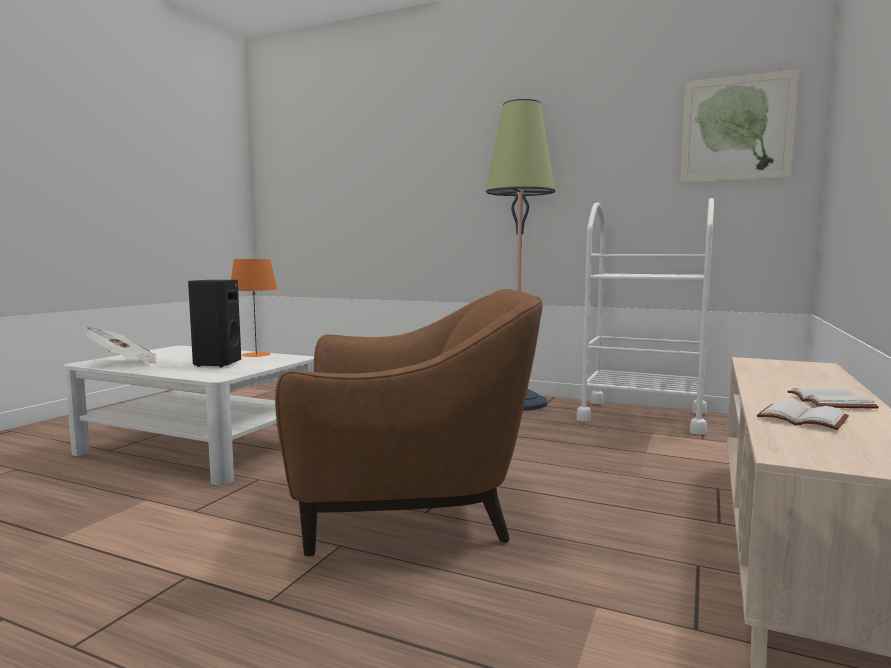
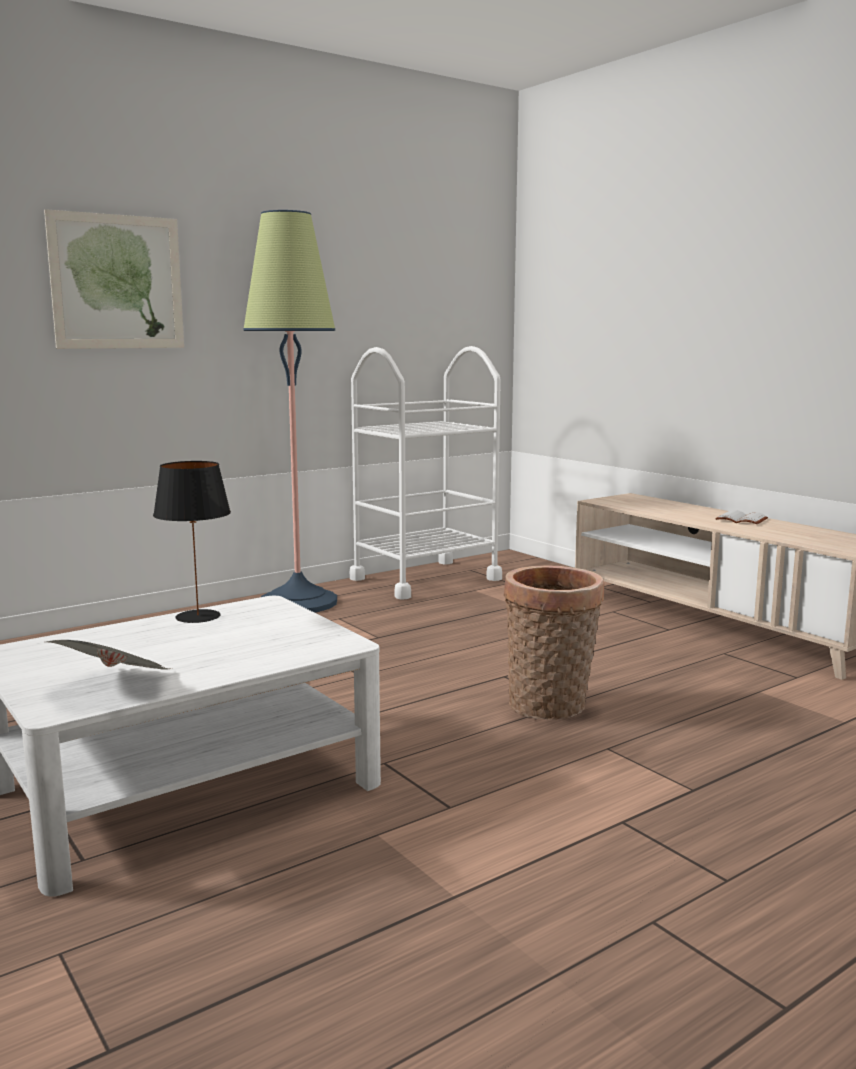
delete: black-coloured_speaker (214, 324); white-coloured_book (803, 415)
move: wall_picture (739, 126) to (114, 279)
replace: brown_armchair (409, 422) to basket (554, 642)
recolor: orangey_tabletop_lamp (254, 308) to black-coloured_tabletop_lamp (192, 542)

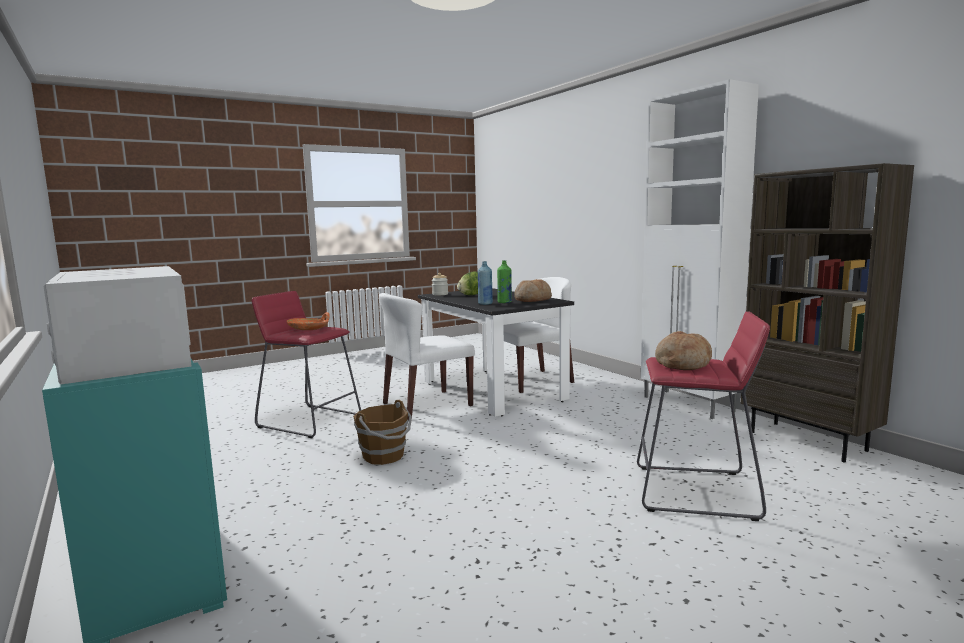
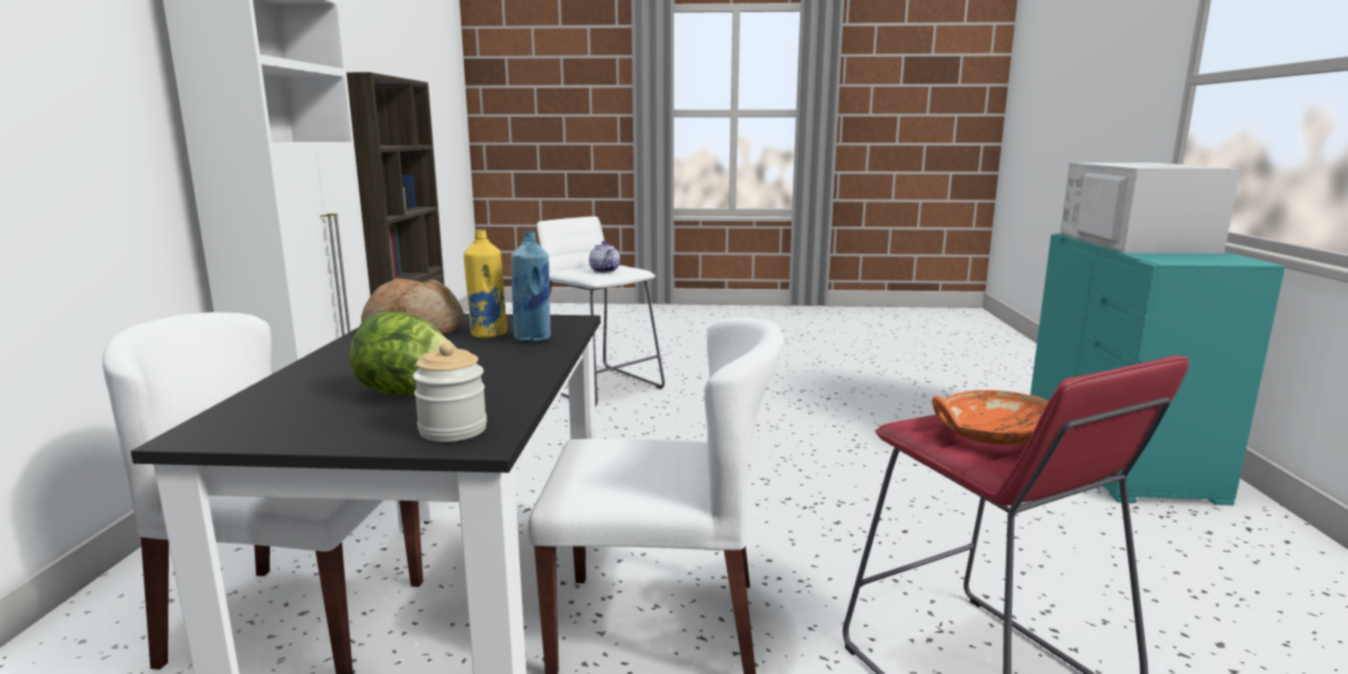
delete: brown_pail (382, 432)
replace: baked_bread (683, 350) to pot_for_tea (604, 257)
recolor: greenish_drink_bottle (504, 281) to yellow-coloured_drink_bottle (485, 284); red_stool_seat (703, 416) to white-coloured_stool_seat (601, 311)

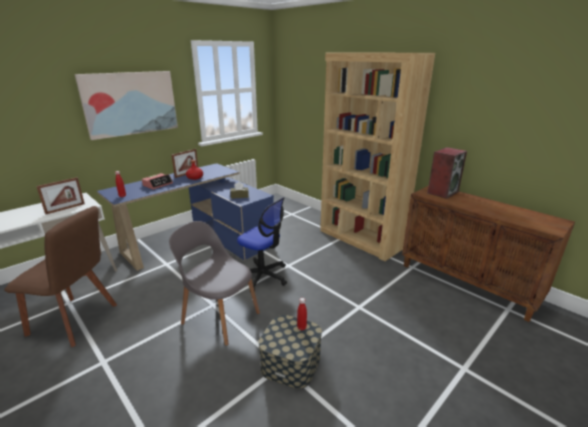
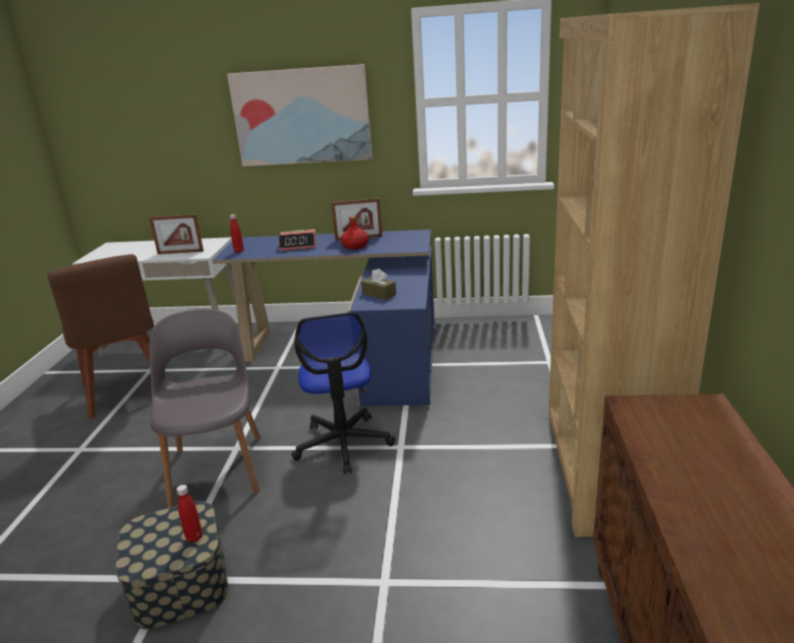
delete: speaker (447, 173)

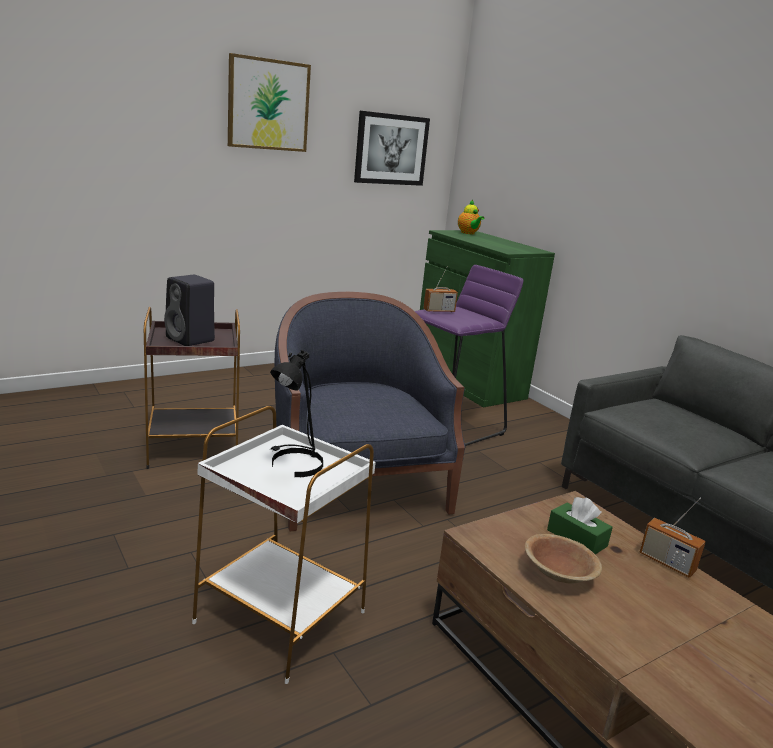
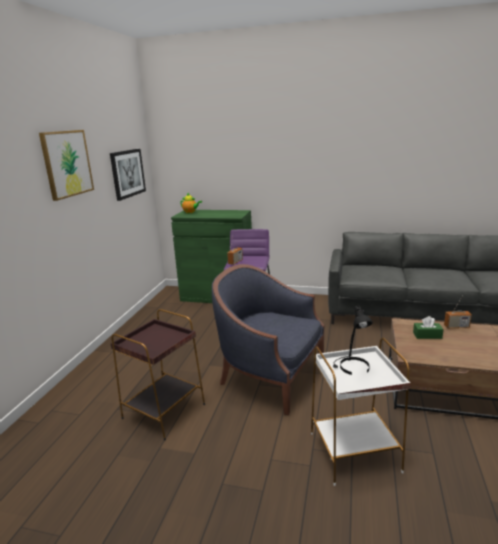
delete: black-coloured_speaker (189, 310); brown_deep_dish (563, 559)

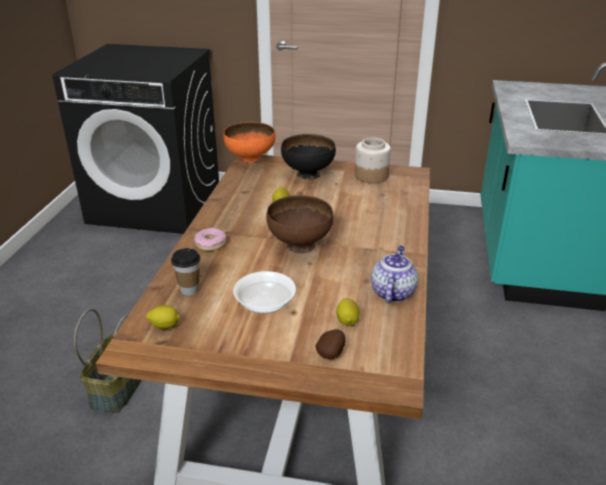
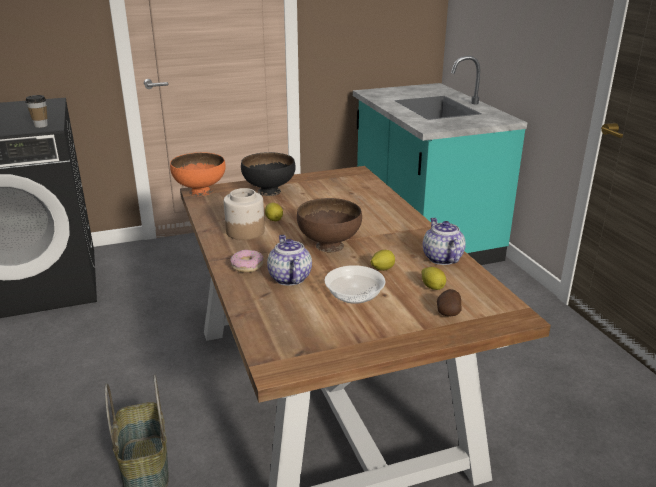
insert: pot_for_tea (289, 260)
move: storage_jar (373, 160) to (244, 214); small_cup (185, 272) to (36, 111); lemon (163, 317) to (382, 260)

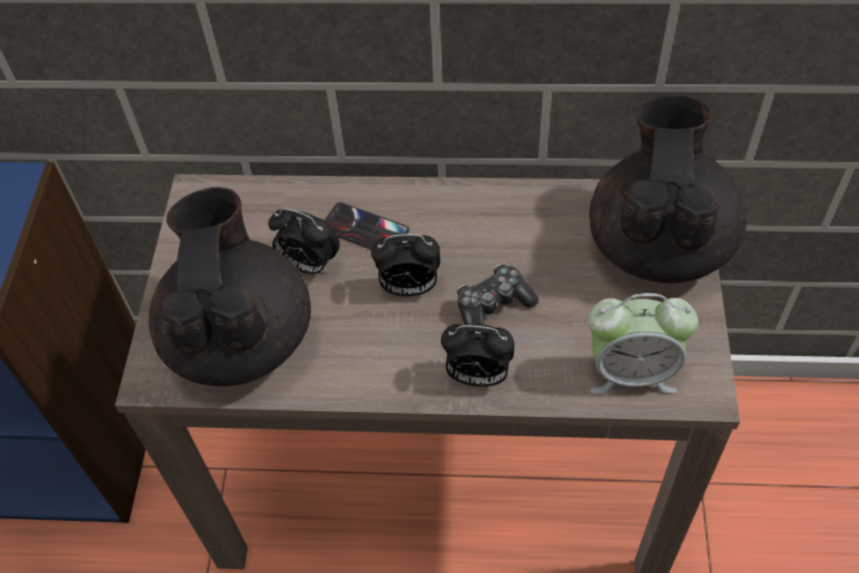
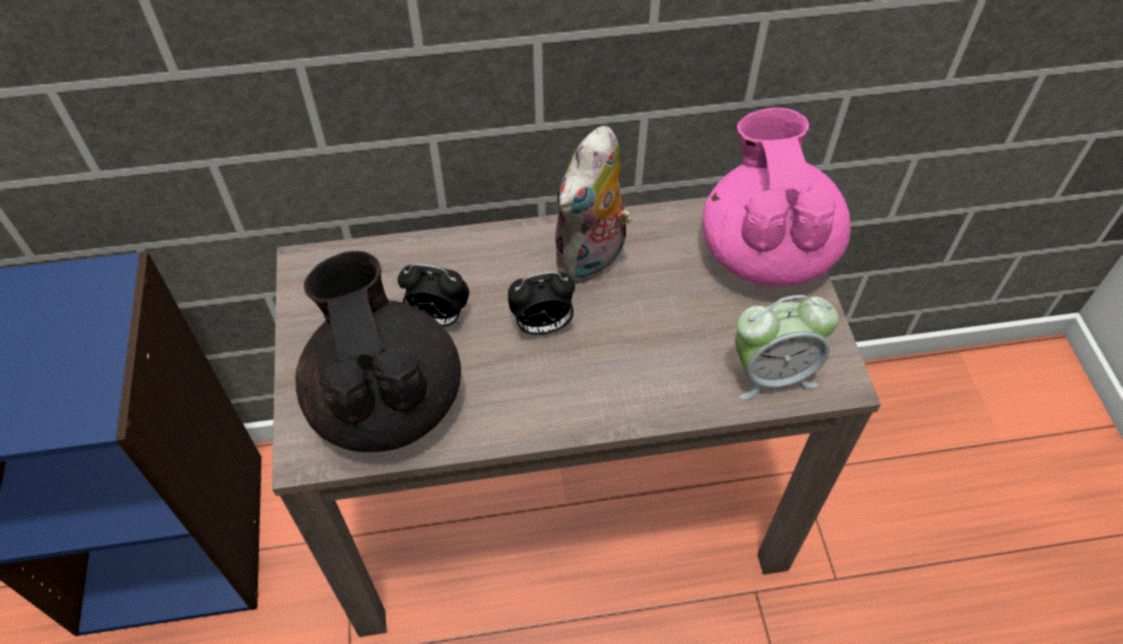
delete: handset (366, 226); joypad (497, 294); table_clock (478, 355)
insert: soft_toy (592, 205)
recolor: black-coloured_pot_for_tea (668, 189) to pink-coloured_pot_for_tea (777, 197)

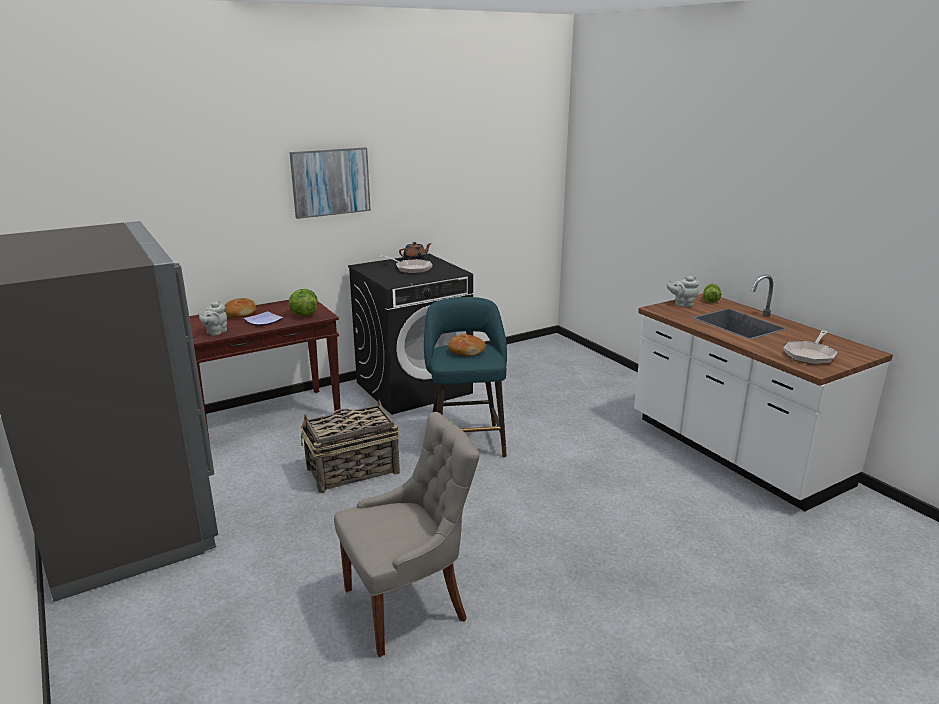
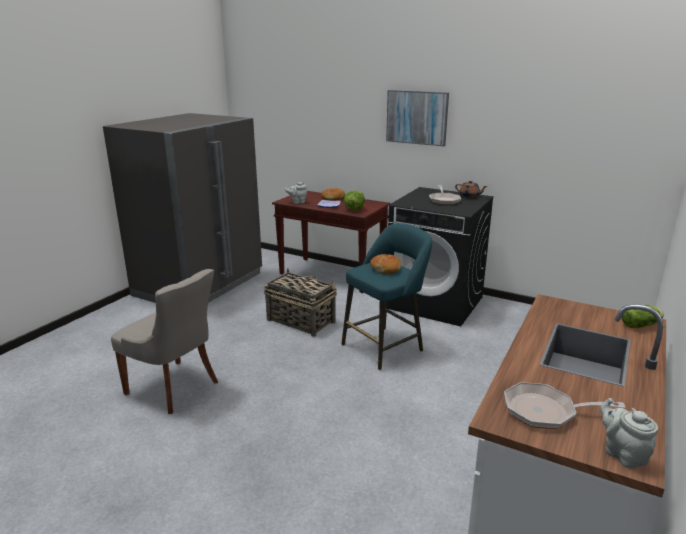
move: gray_pot_for_tea (683, 291) to (629, 433)

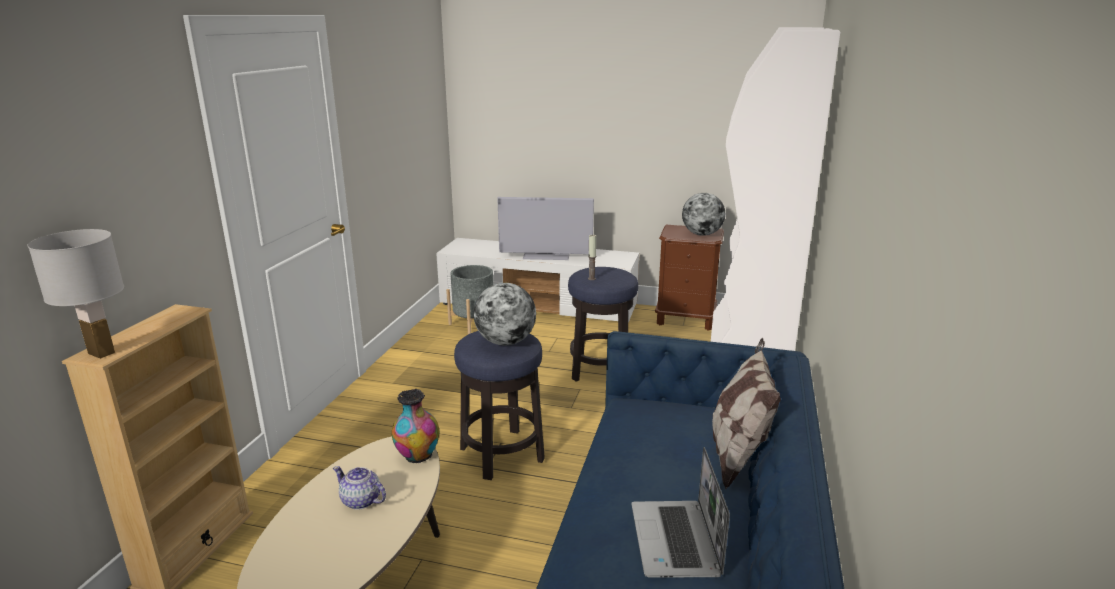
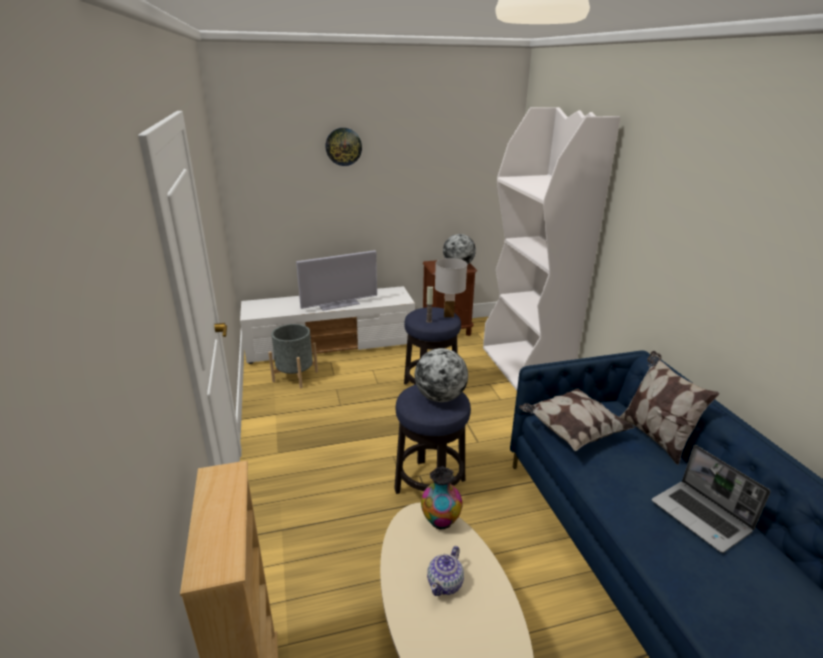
insert: wall_clock (344, 147); throw_pillow (577, 420)
move: white-coloured_tabletop_lamp (76, 294) to (451, 287)
rotate: pot_for_tea (359, 488) = (445, 571) 60 degrees counterclockwise

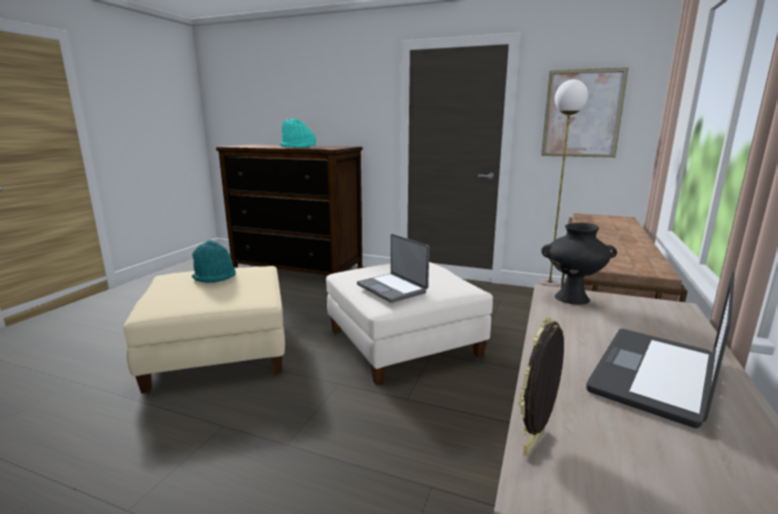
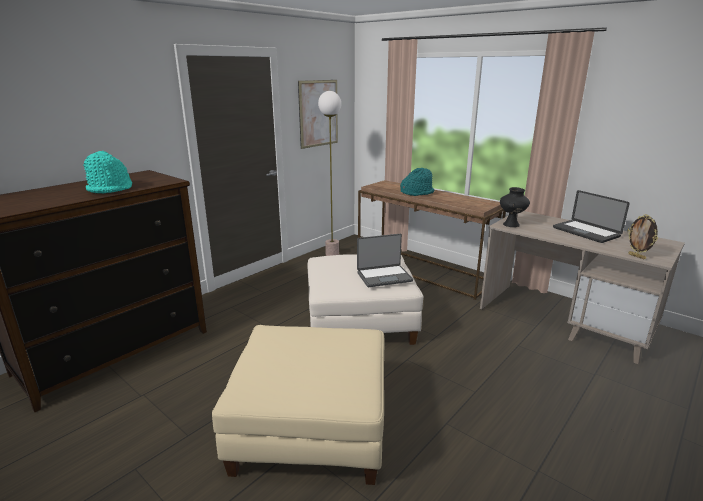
move: turquoise-coloured_hat (214, 261) to (417, 182)

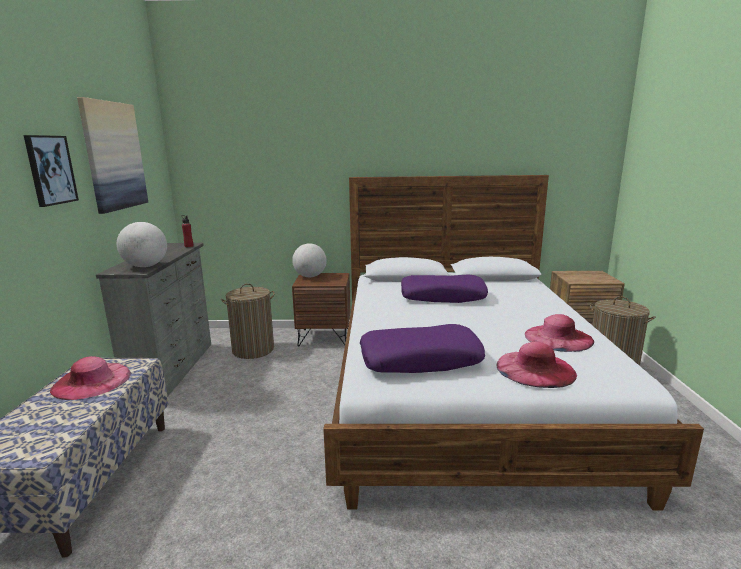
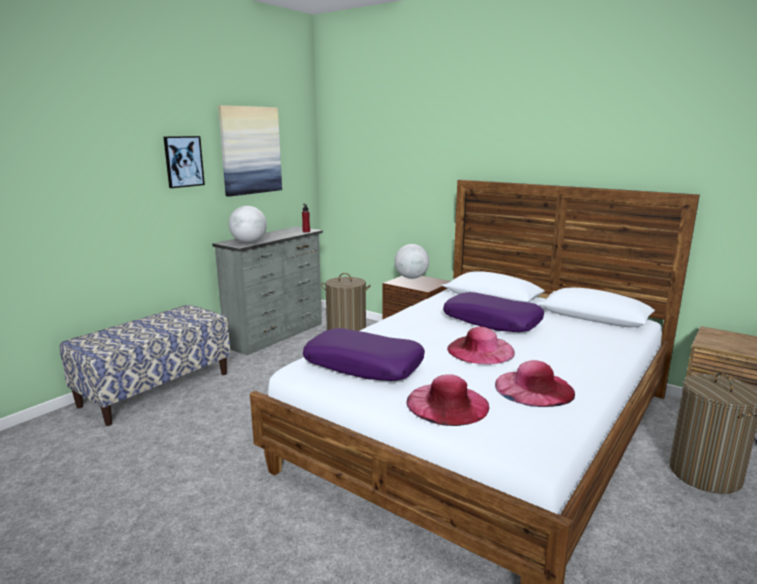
move: pink-coloured_hat (90, 378) to (481, 345)

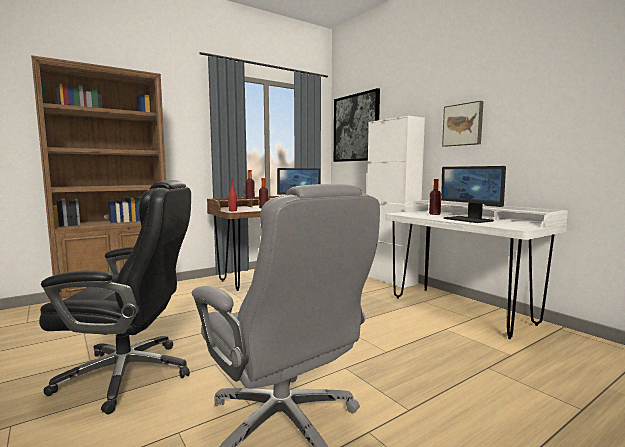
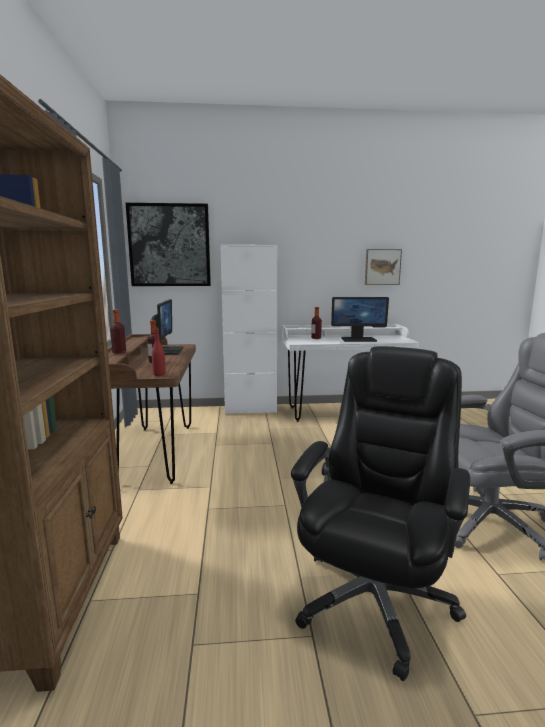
move: wall_picture (463, 124) to (383, 267)

